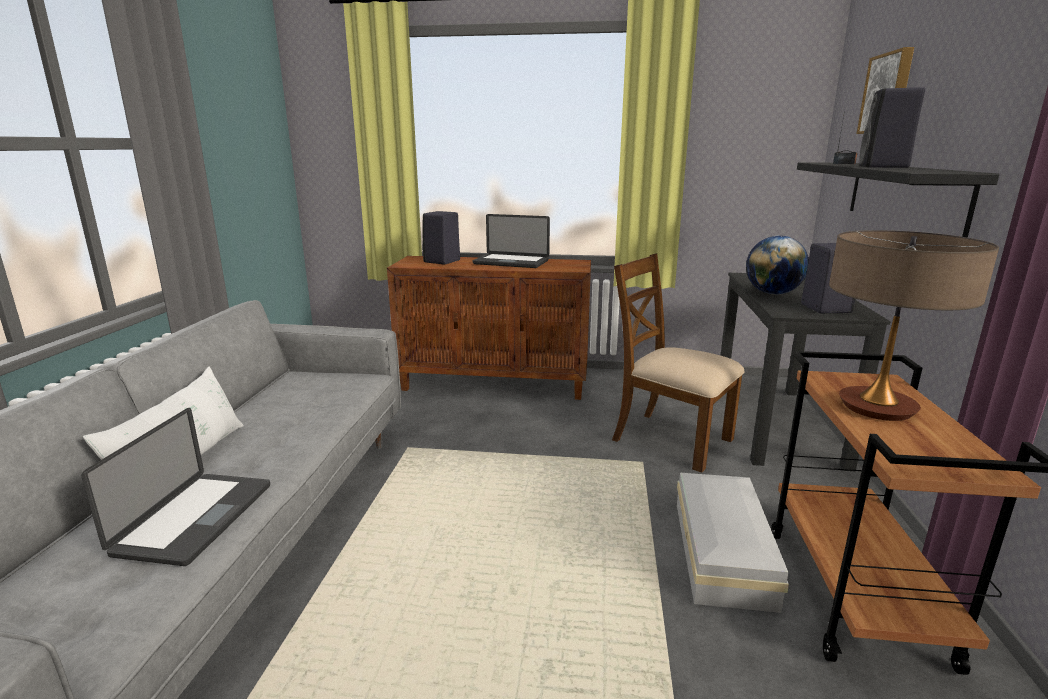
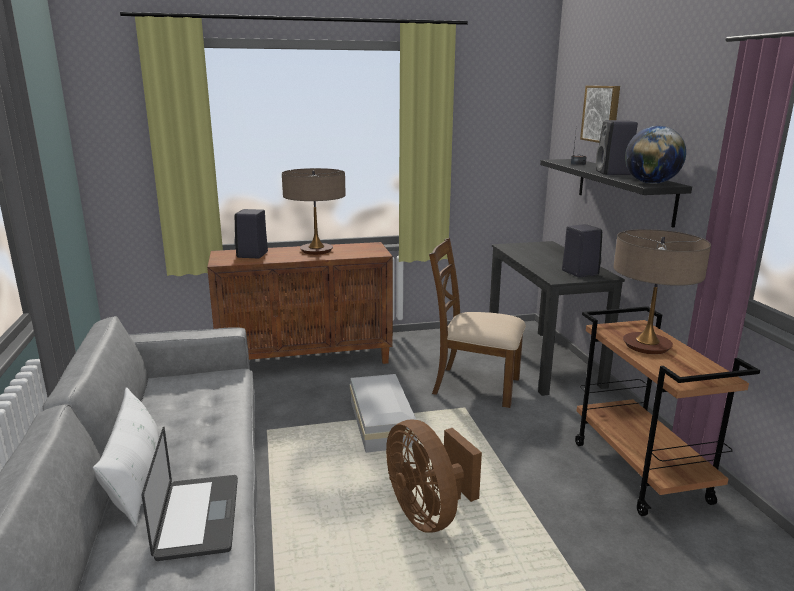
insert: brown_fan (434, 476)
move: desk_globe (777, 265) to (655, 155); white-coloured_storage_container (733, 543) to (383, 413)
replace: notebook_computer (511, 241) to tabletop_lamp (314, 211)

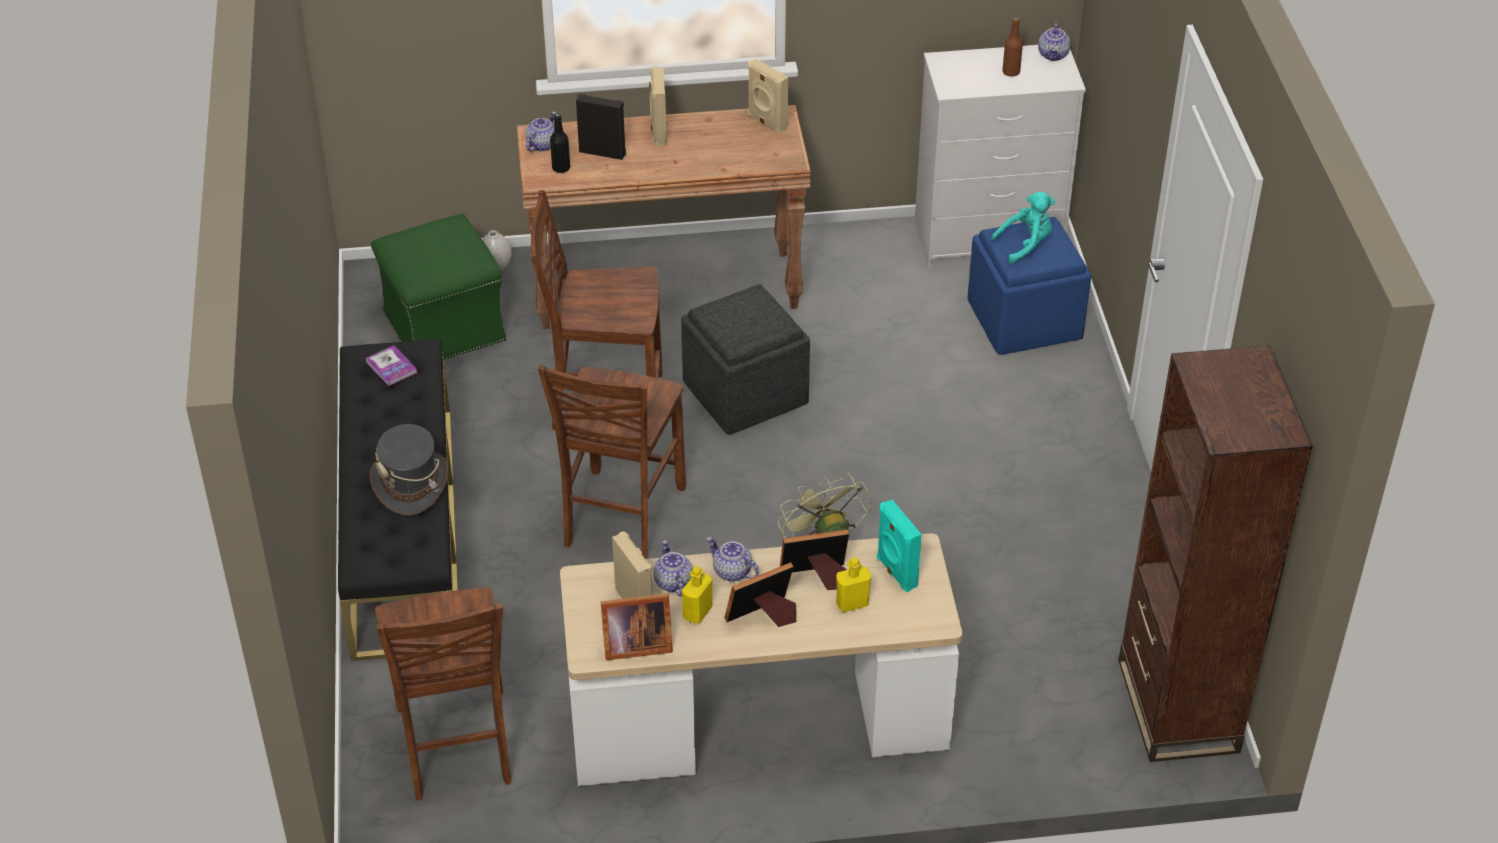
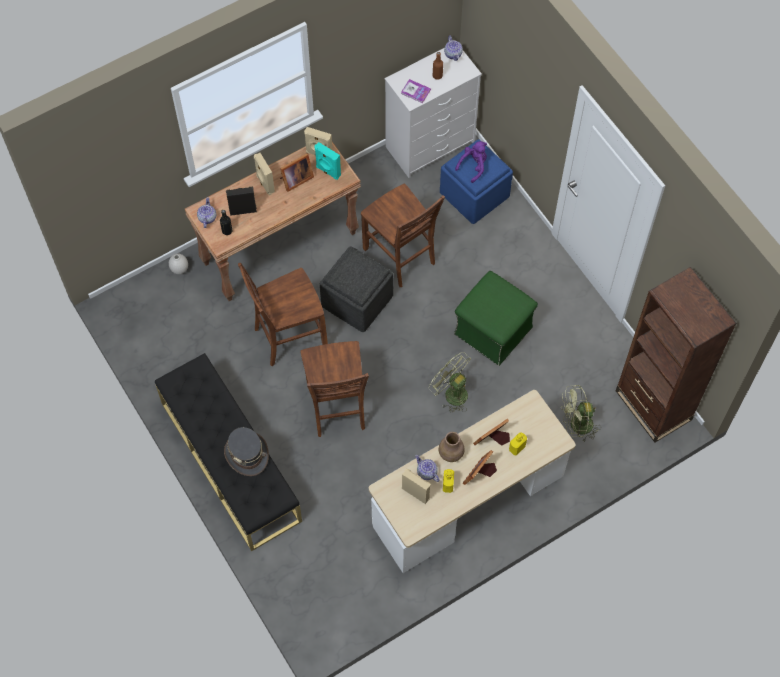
insert: greenish_fan (581, 413)
move: greenish_ottoman (438, 286) to (496, 318); book (391, 365) to (416, 91); turquoise-coloured_speaker (899, 546) to (327, 161); brown_upright_chair (443, 693) to (403, 235); photo_frame (637, 626) to (297, 173)
replace: pot_for_tea (732, 559) to brown_vase (452, 447)
recolor: turquoise-coloured_soft_toy (1023, 228) to purplish_soft_toy (471, 162)

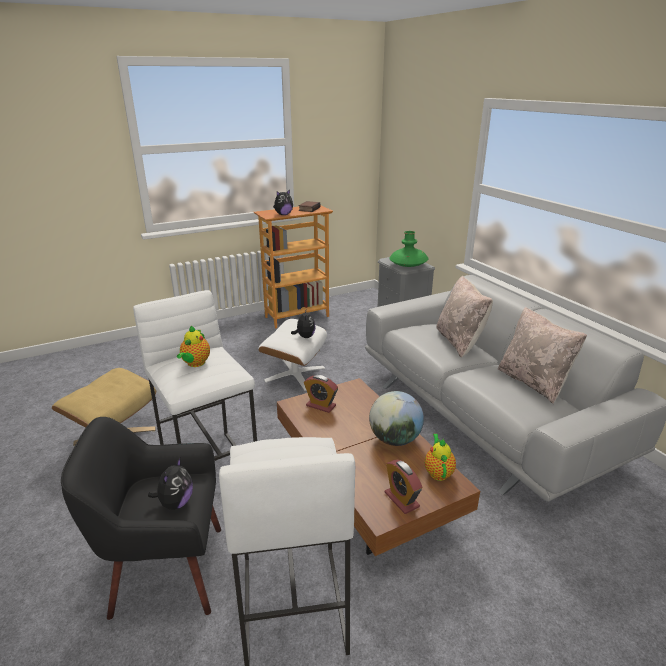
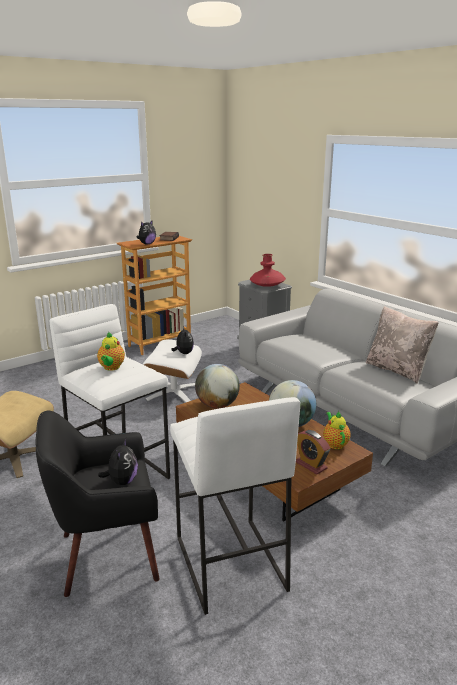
delete: beige_throw_pillow (465, 317)
replace: table_clock (321, 394) to desk_globe (217, 386)
recolor: greenish_vase (409, 249) to red_vase (268, 270)

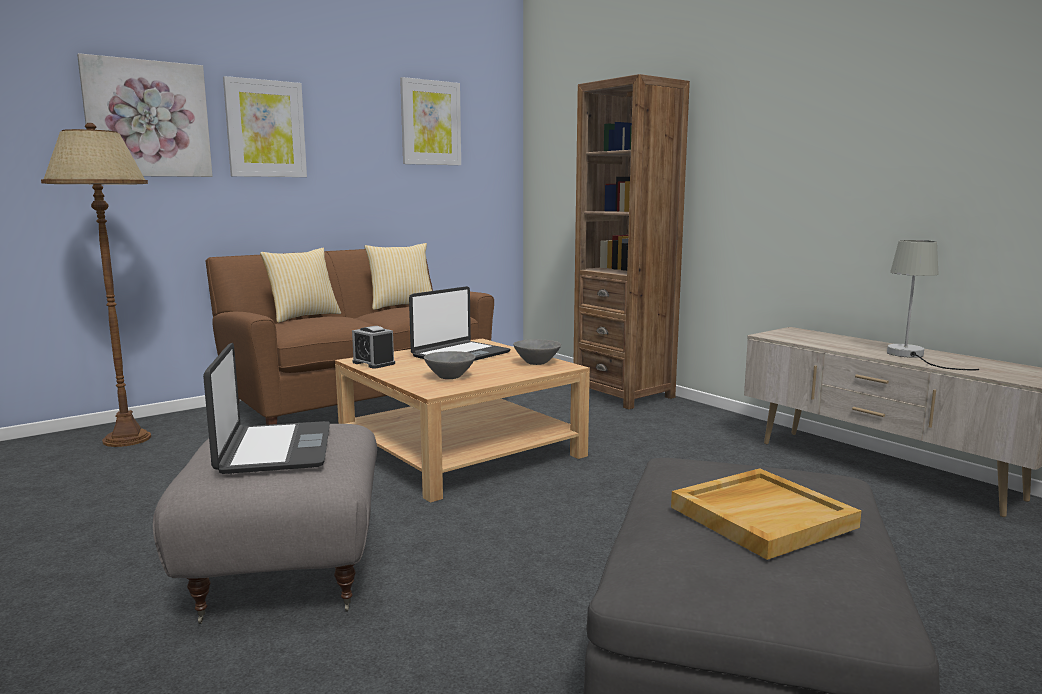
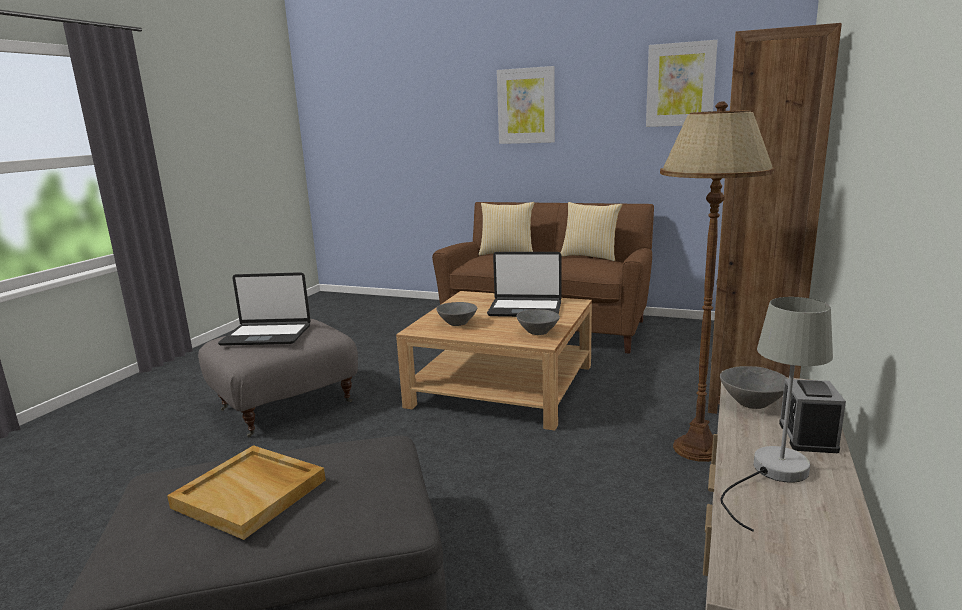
delete: wall_picture (145, 115)
insert: gray_deep_dish (754, 387)
move: brown_standing_lamp (96, 285) to (718, 281); table_clock (373, 347) to (812, 416)
rotate: notebook_computer (266, 408) = (264, 309) 45 degrees clockwise

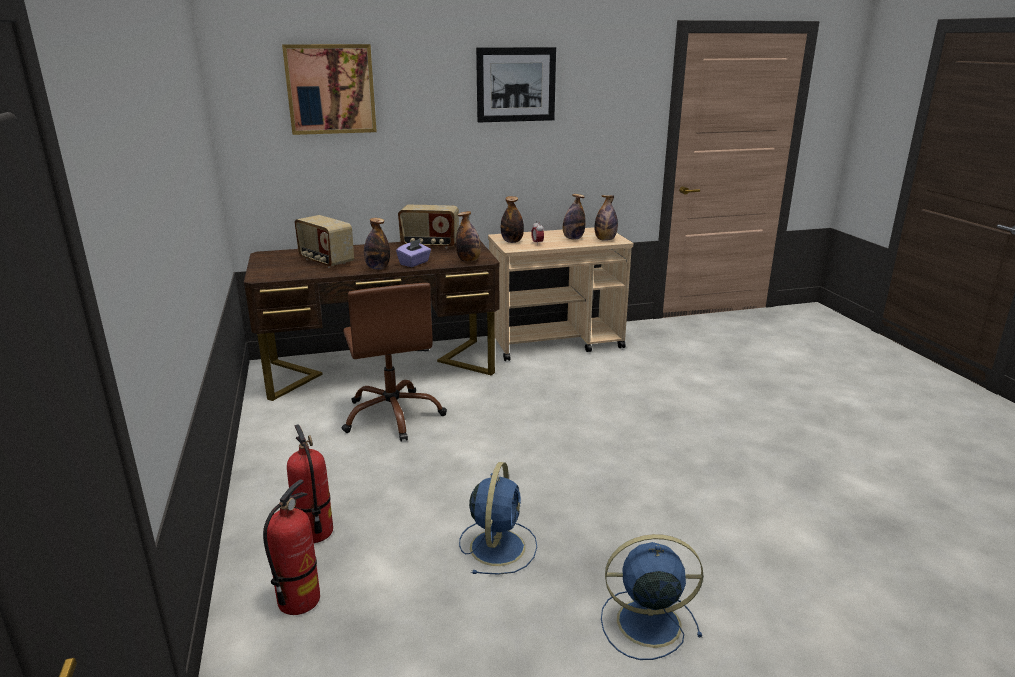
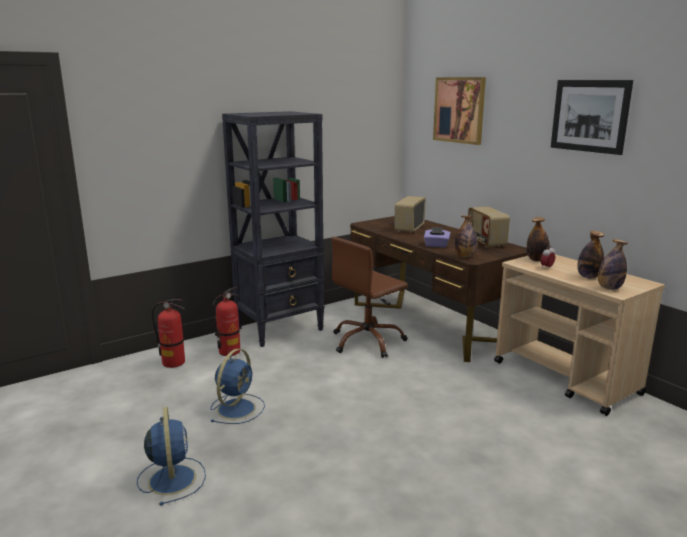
delete: drink_bottle (377, 244)
insert: black-coloured_bookshelf (273, 229)
rotate: bluish_fan (498, 518) = (237, 386) 60 degrees counterclockwise

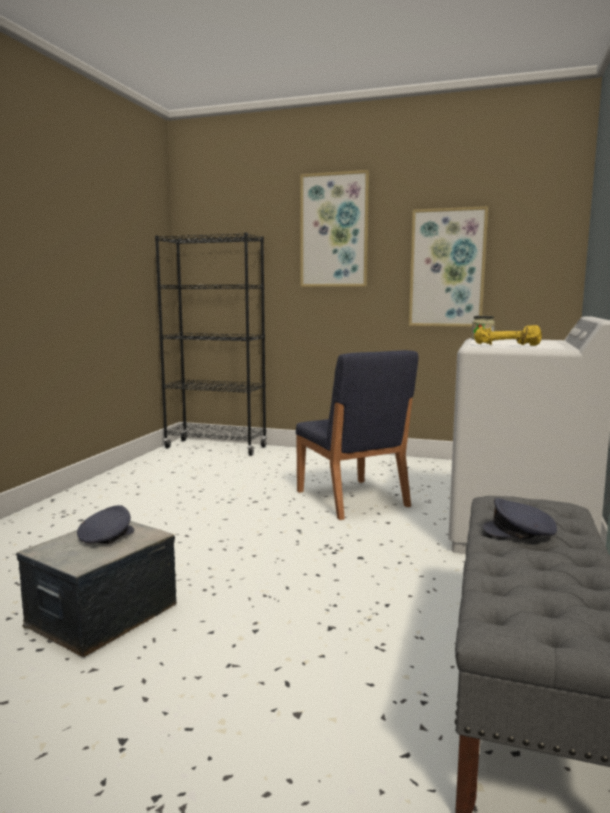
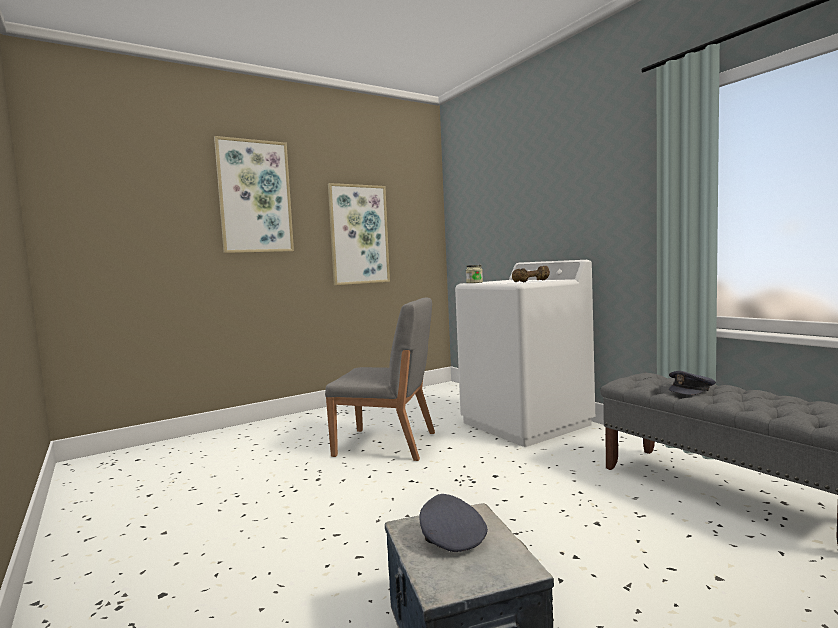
delete: black-coloured_bookshelf (211, 344)
recolor: yellow-coloured_free_weight (508, 335) to brown_free_weight (531, 274); bluish_upright_chair (357, 435) to gray_upright_chair (380, 379)

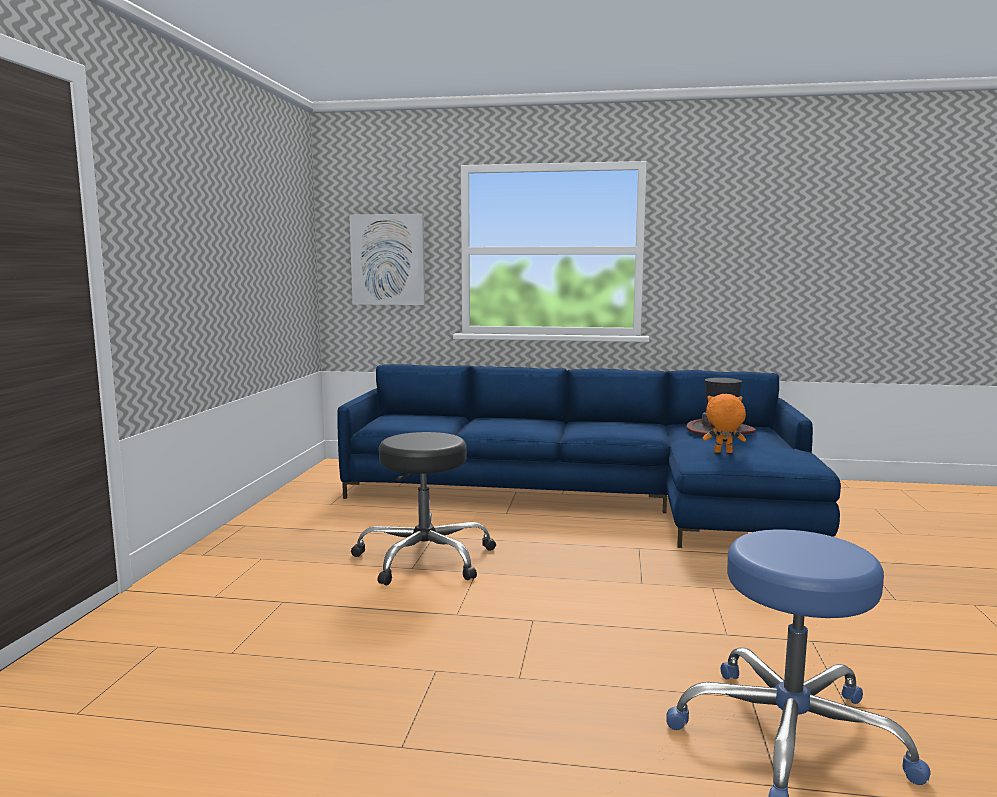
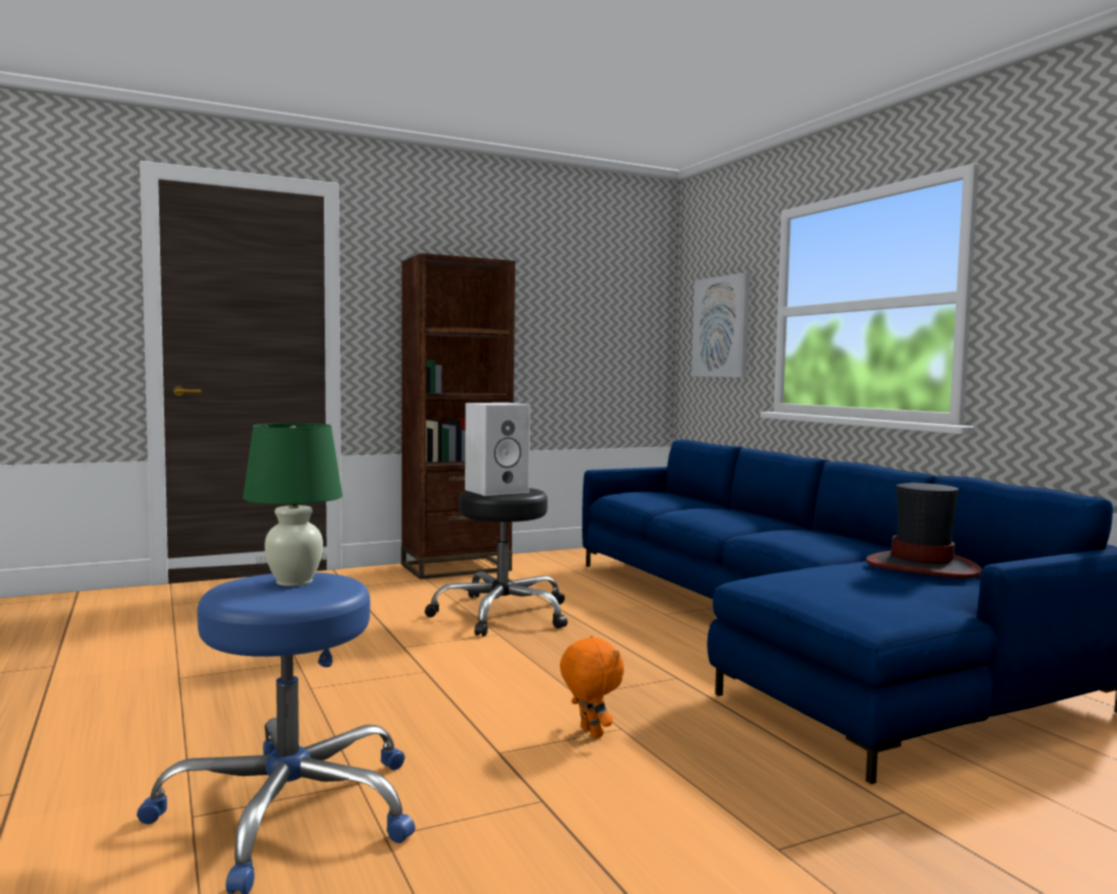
insert: brown_bookshelf (458, 416); white-coloured_speaker (497, 449); greenish_tabletop_lamp (293, 504)
move: orangey_soft_toy (724, 423) to (592, 687)

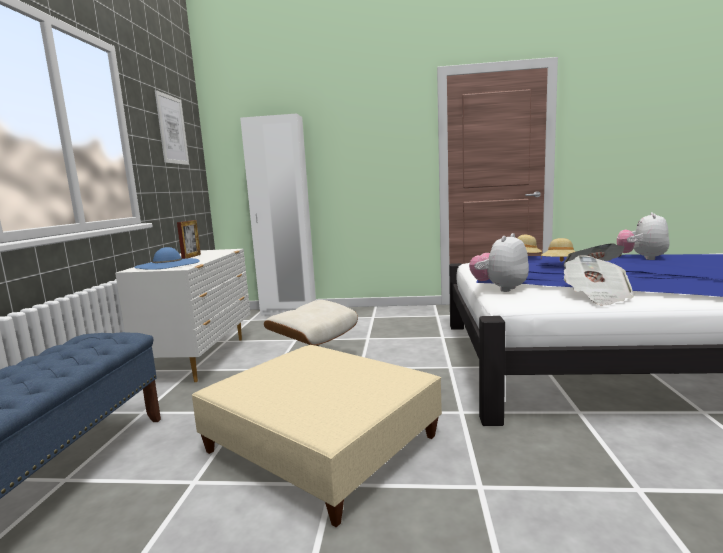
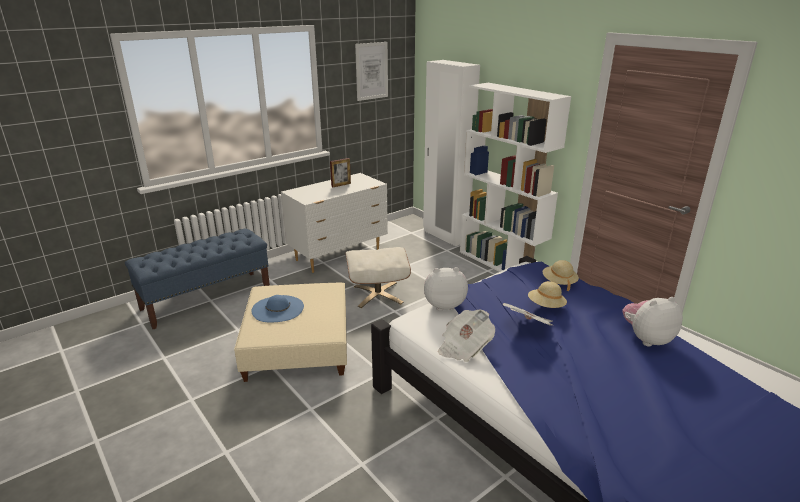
insert: white-coloured_bookshelf (515, 177)
move: bluish_hat (167, 258) to (277, 308)

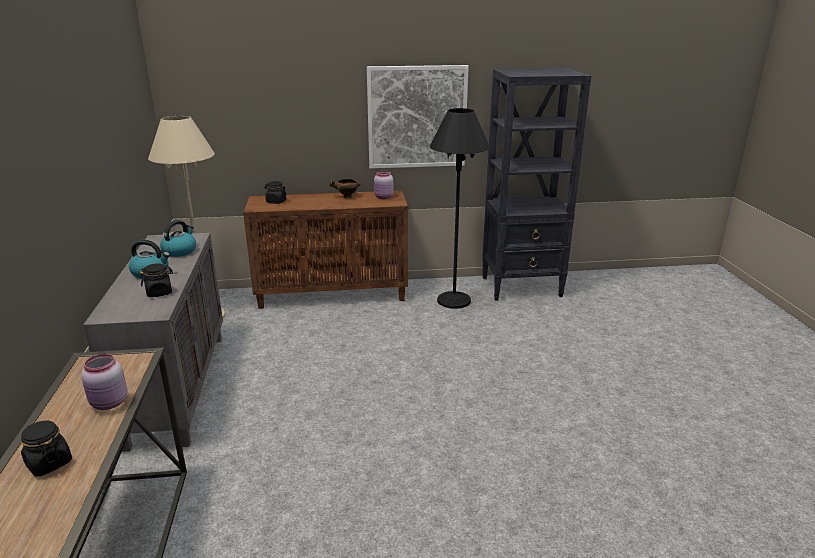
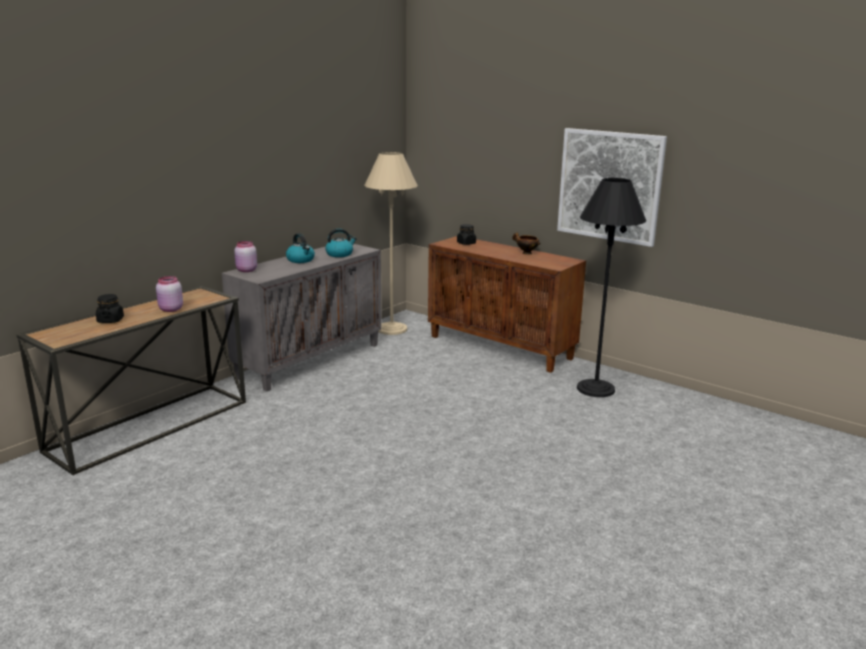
delete: black-coloured_bookshelf (537, 184); black-coloured_storage_jar (156, 280)
move: pink-coloured_storage_jar (383, 184) to (245, 256)

